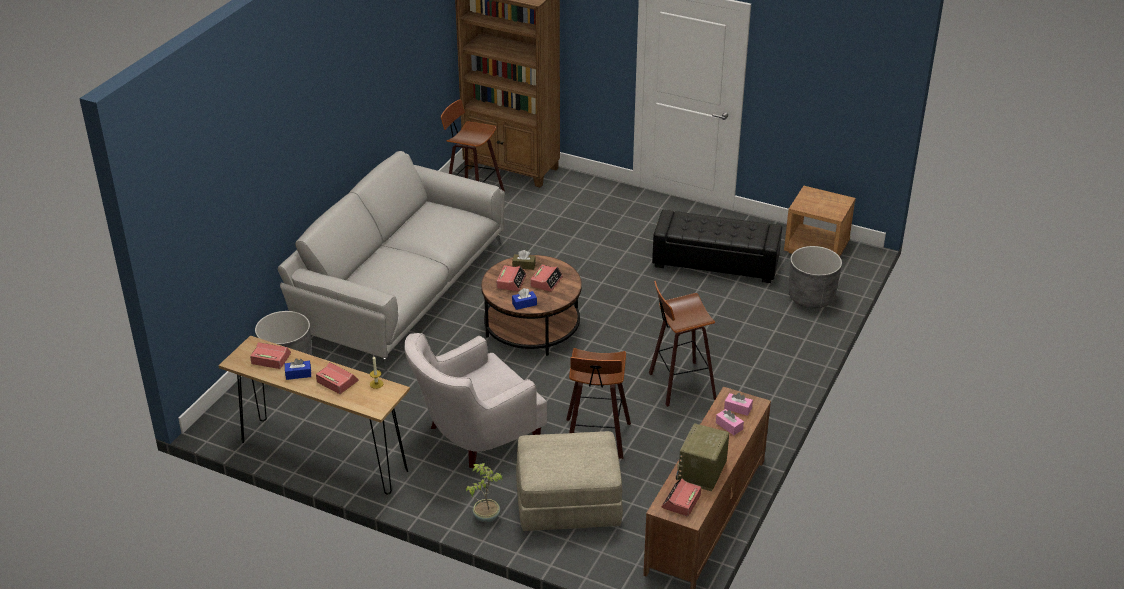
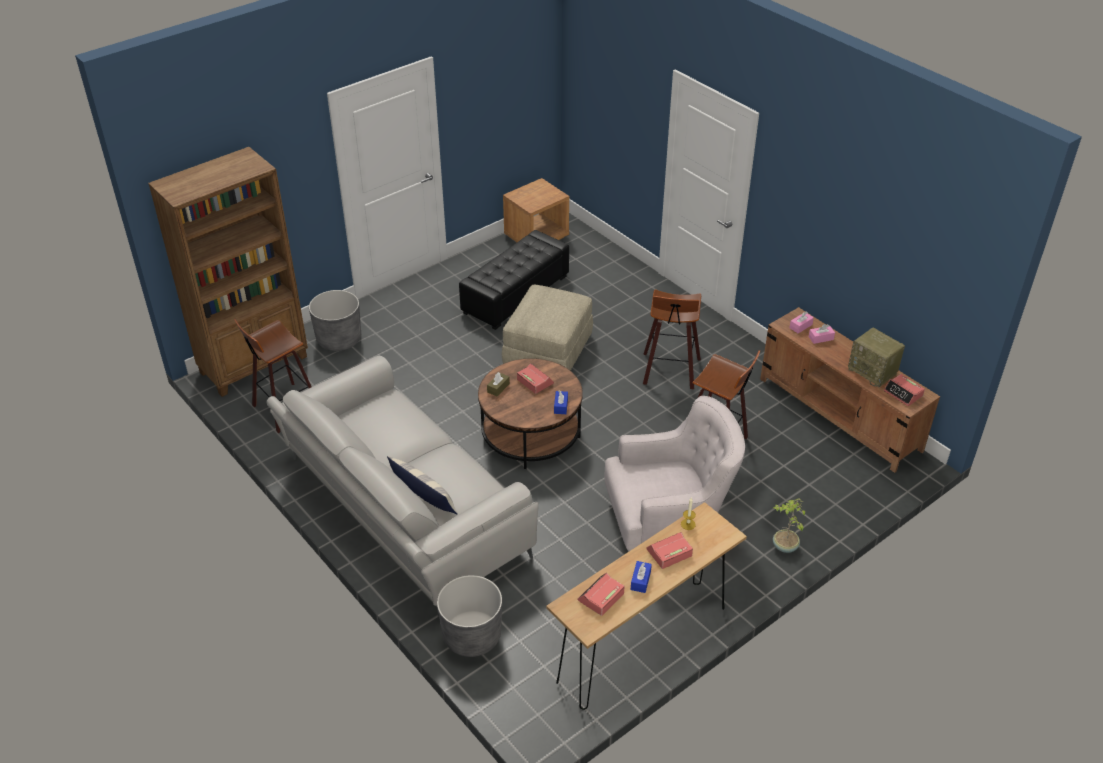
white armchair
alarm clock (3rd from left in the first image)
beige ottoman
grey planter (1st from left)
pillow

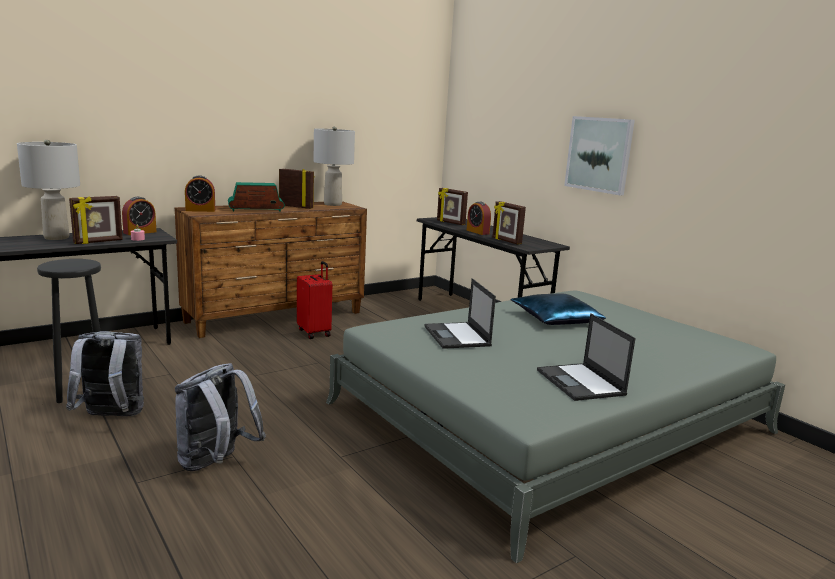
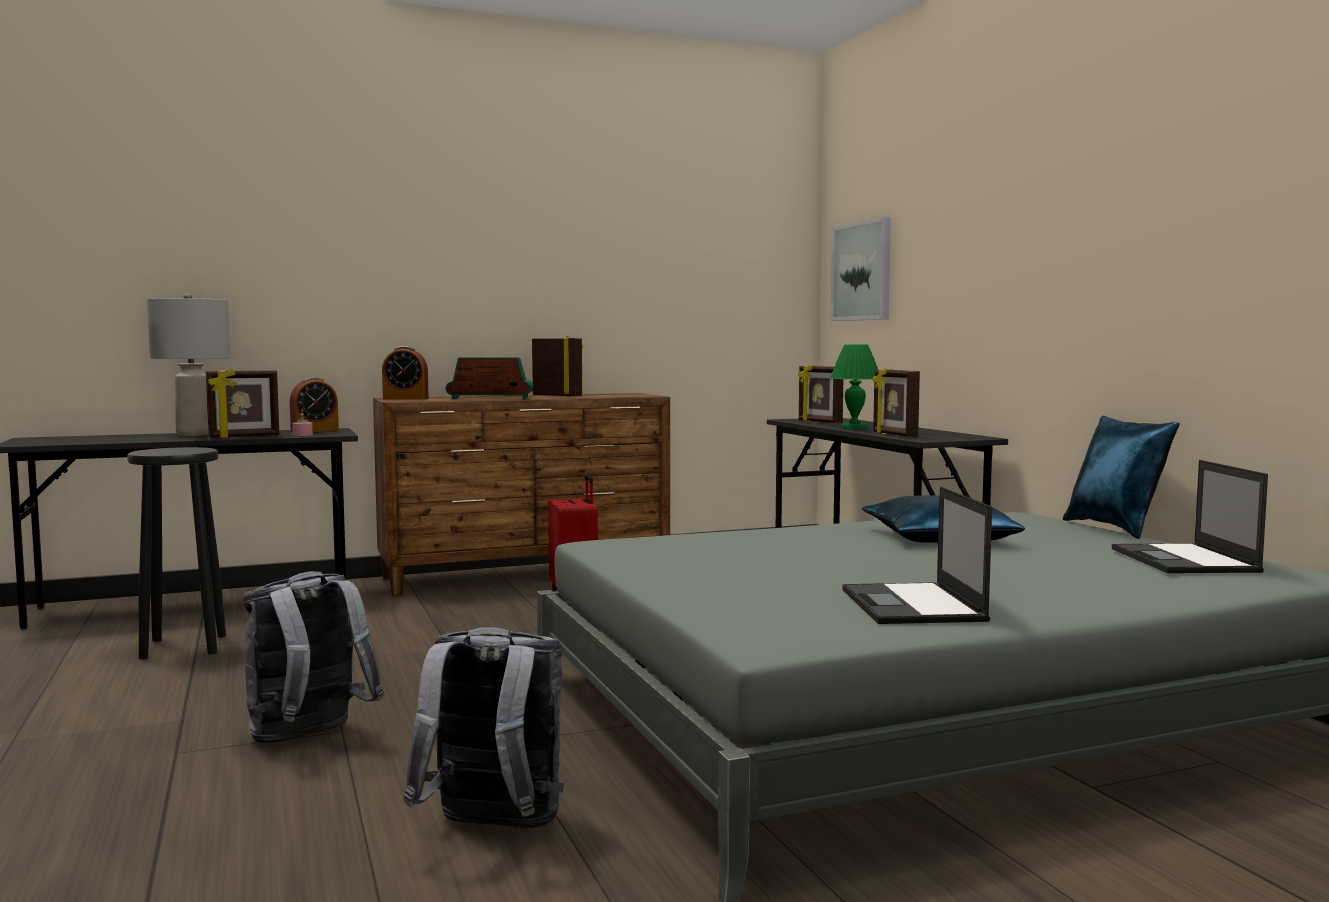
grey backpack (2nd from left)
grey table lamp (2nd from left in the first image)
laptop (2nd from left)
green table lamp
picture
blue pillow (2nd from left)

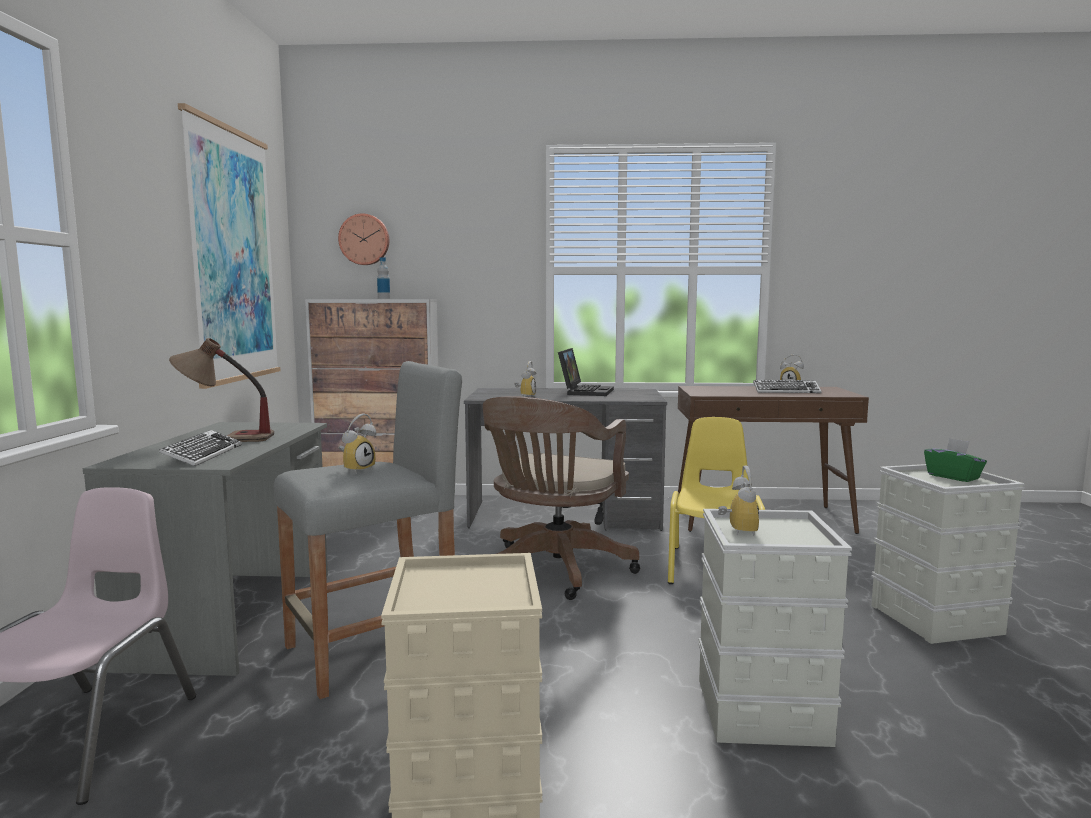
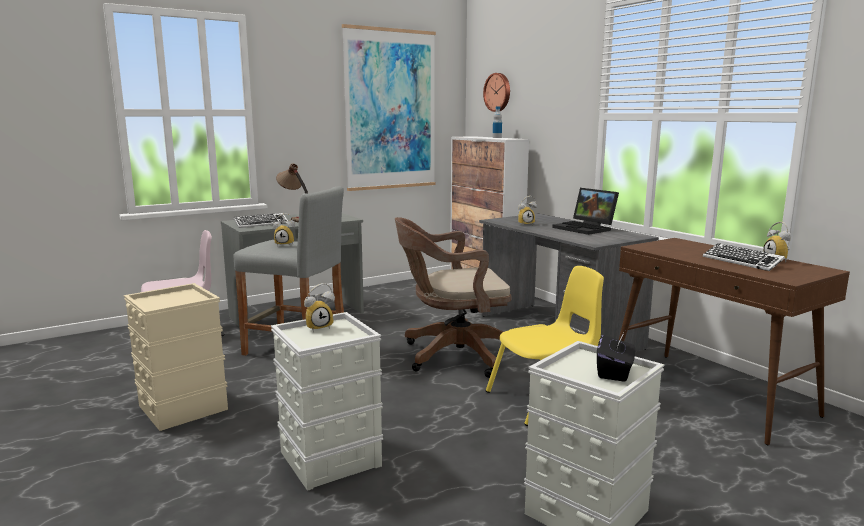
laptop
black tissue box

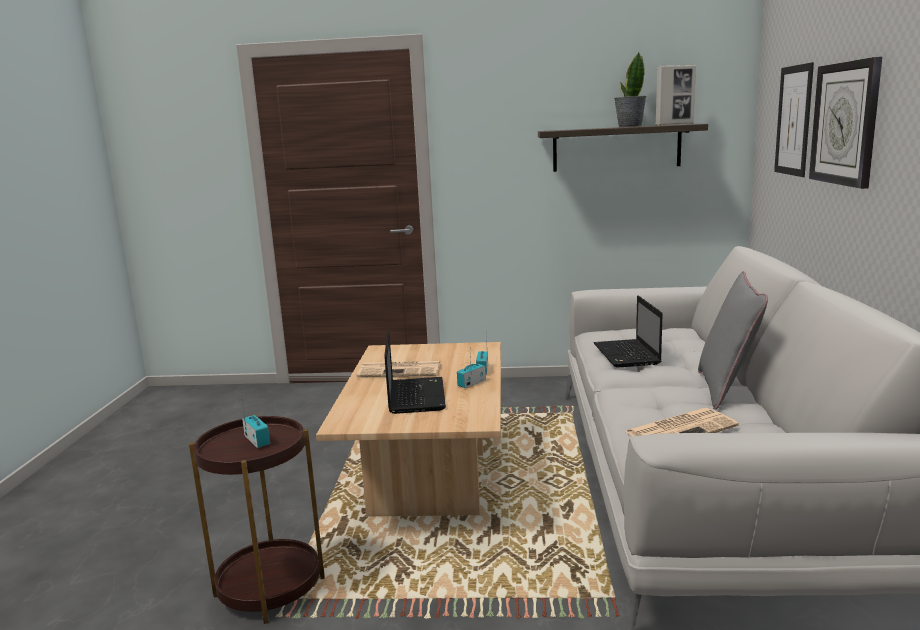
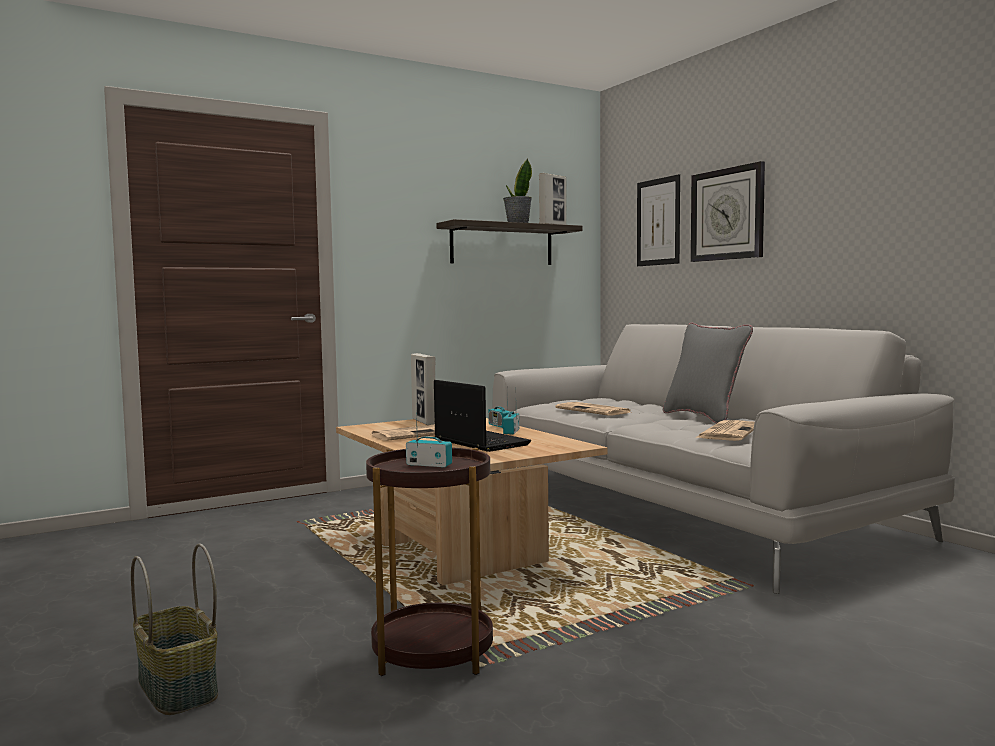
newspaper (2nd from left)
basket
picture frame (1st from left)

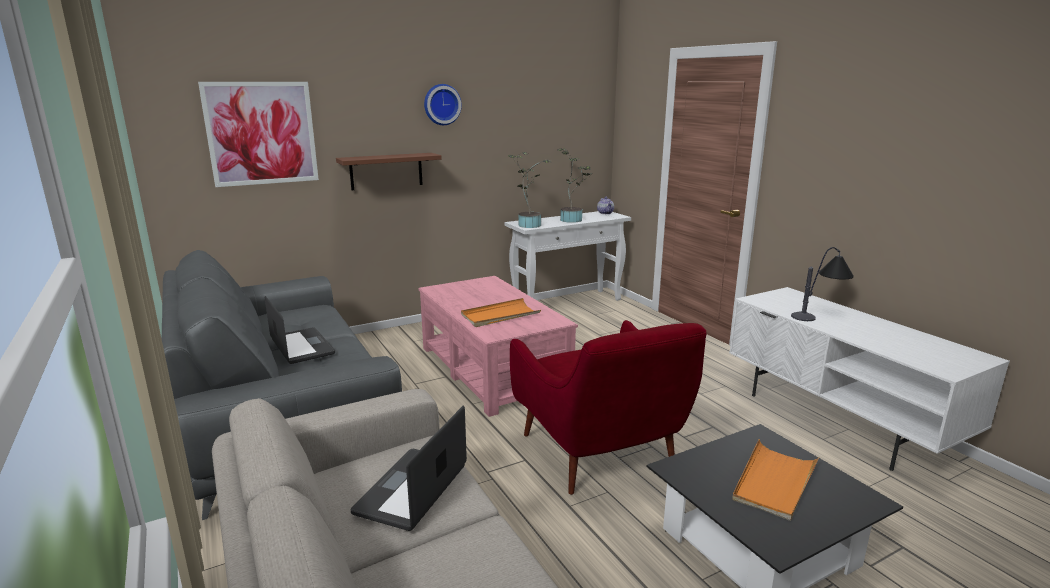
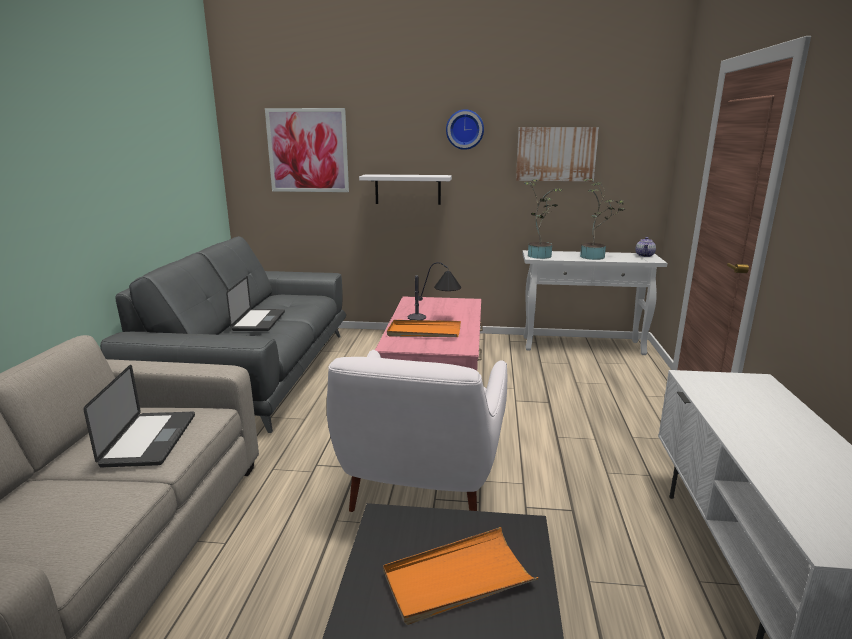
white shelf
laptop (1st from left)
white armchair
table lamp
picture (2nd from left)

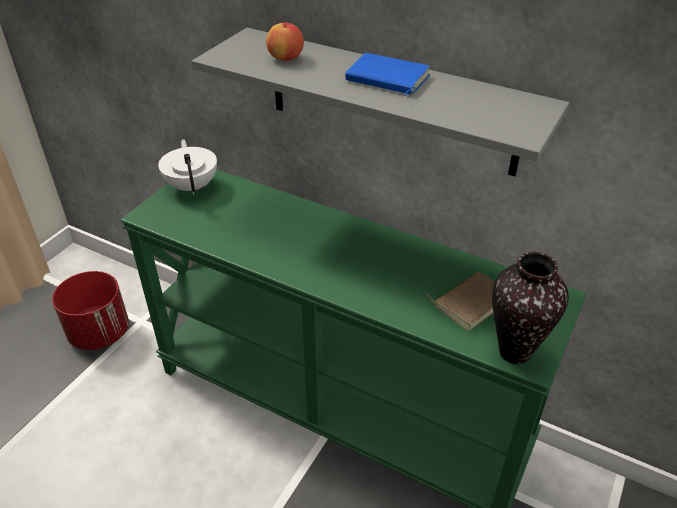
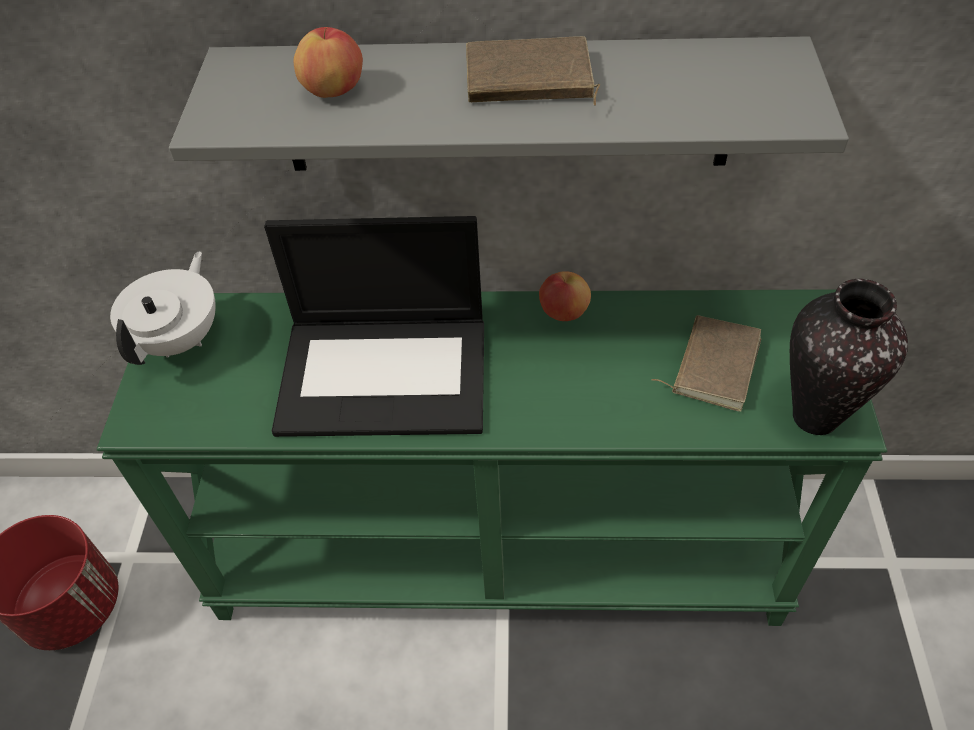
white teapot
brown book (1st from left)
laptop
apple (2nd from left)

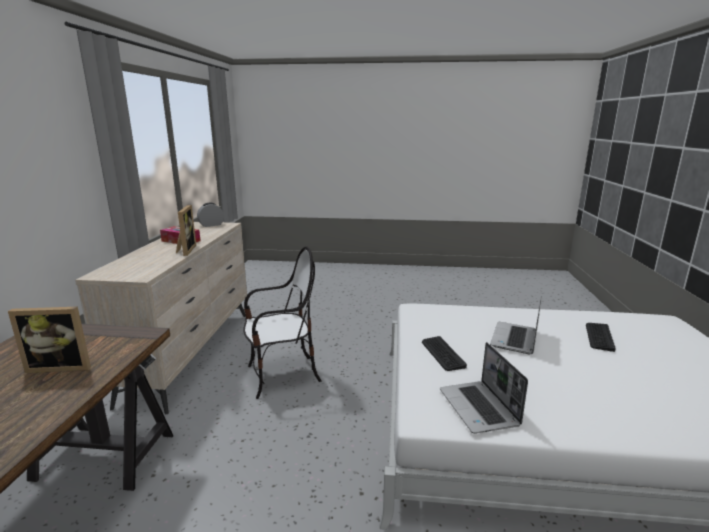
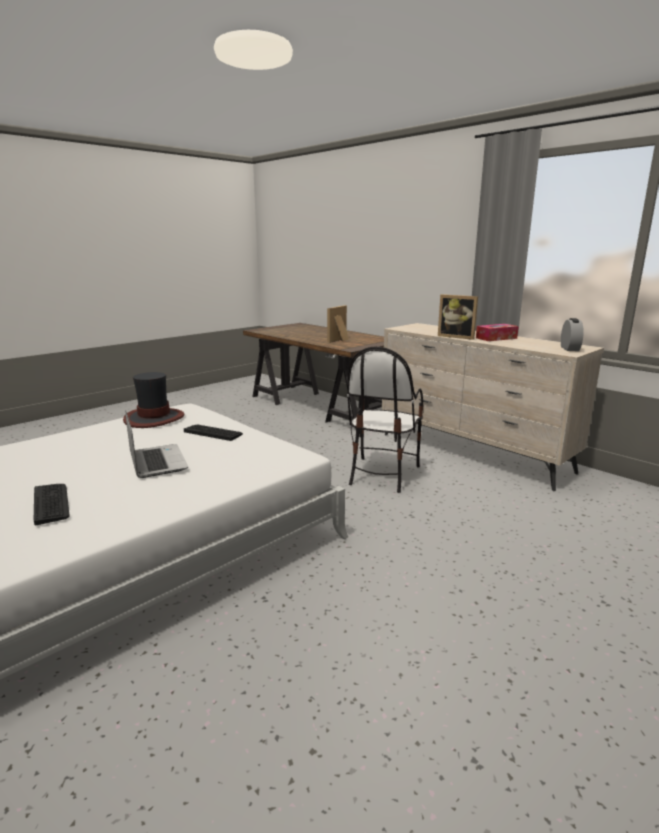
hat

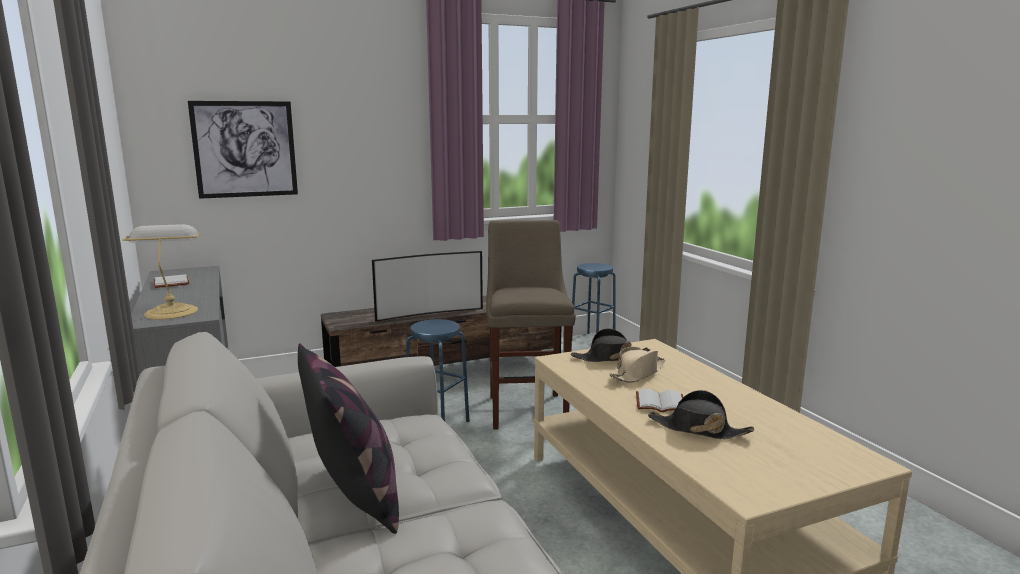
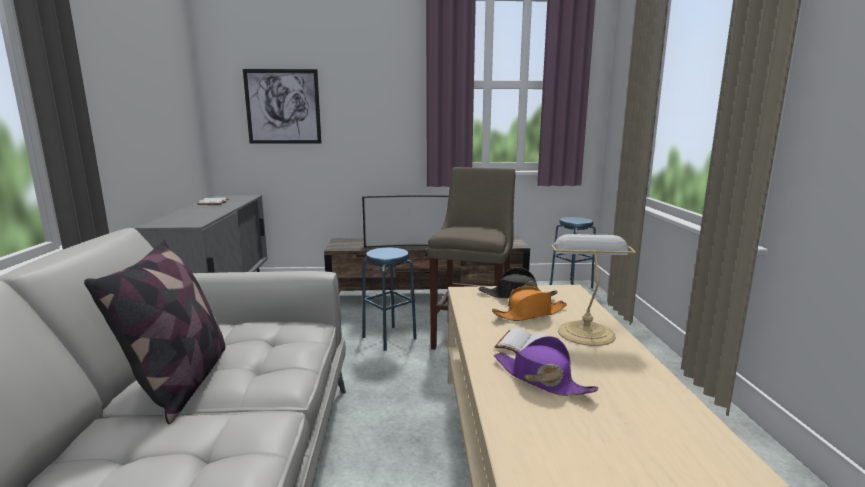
table lamp
orange hat
purple hat

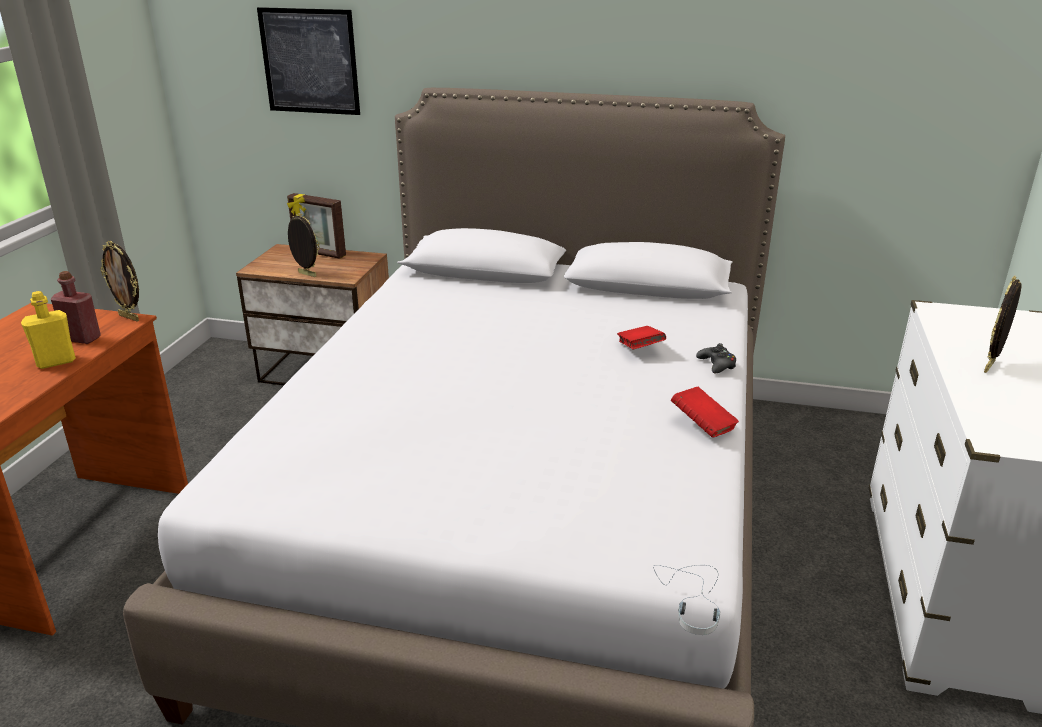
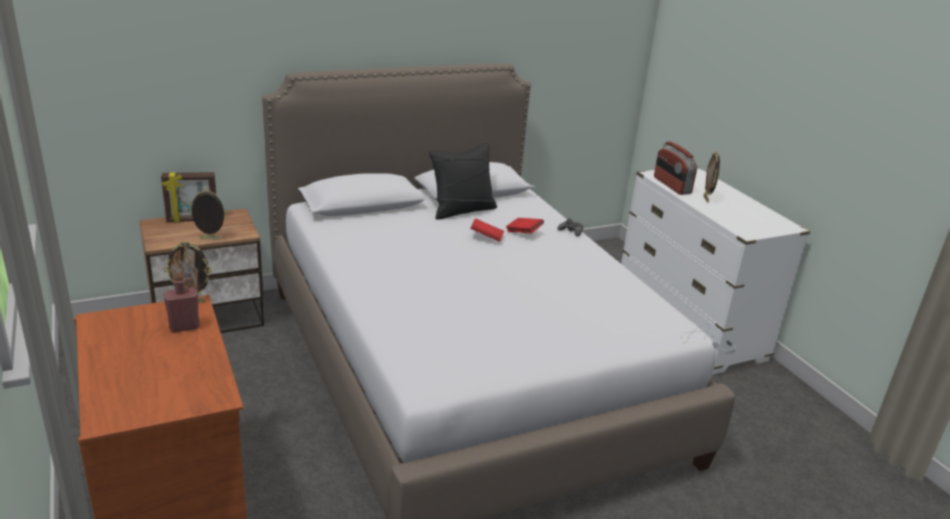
yellow bottle
picture
red book (1st from left)
black pillow
radio

